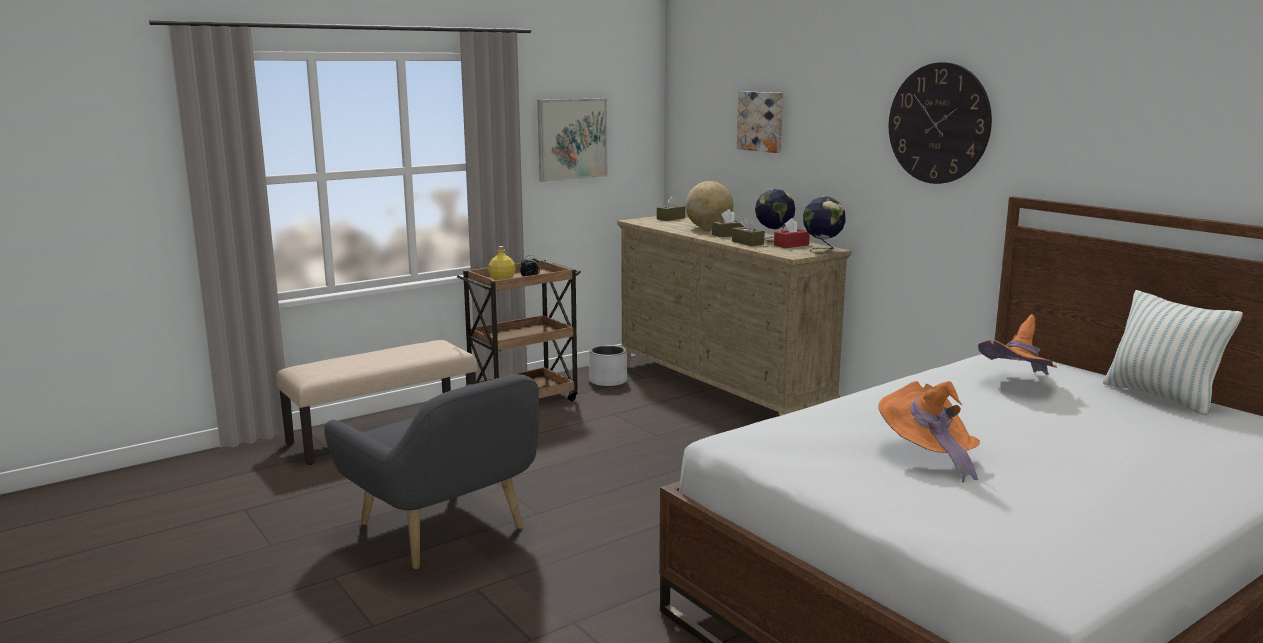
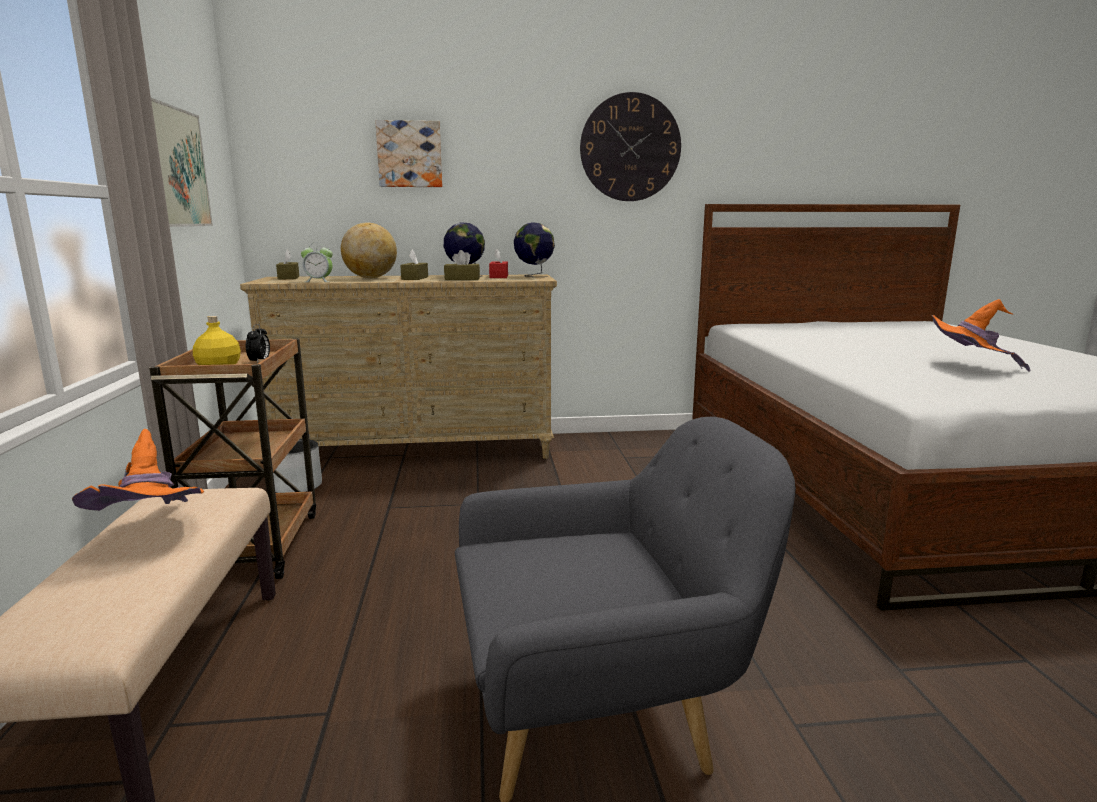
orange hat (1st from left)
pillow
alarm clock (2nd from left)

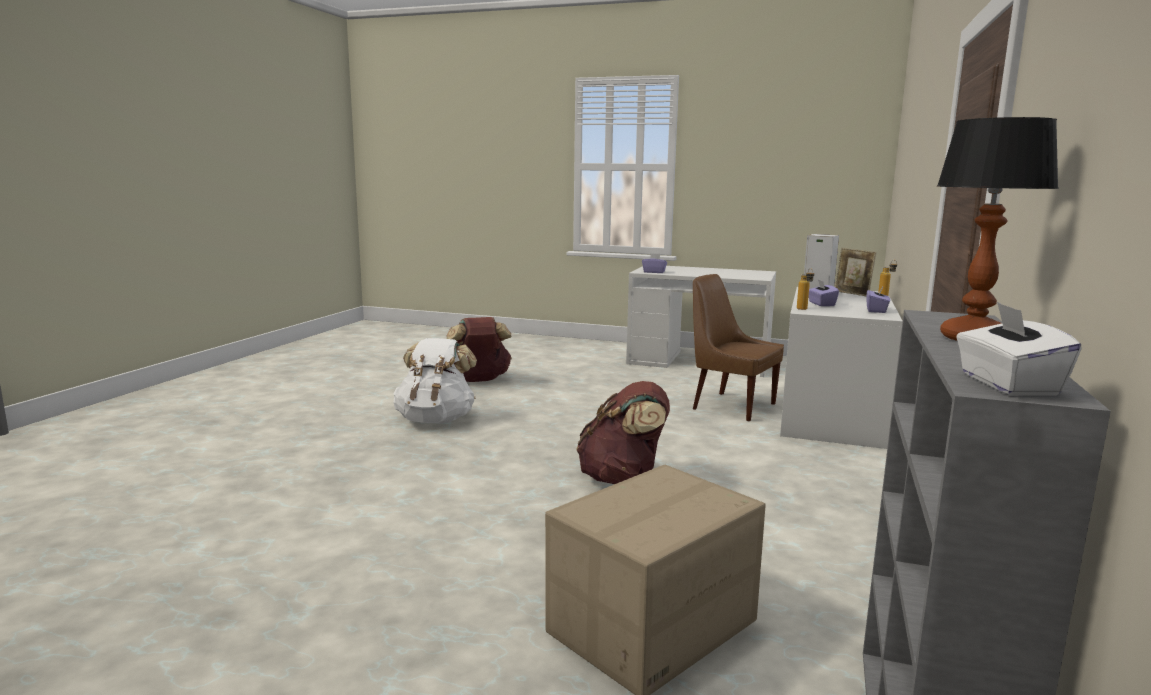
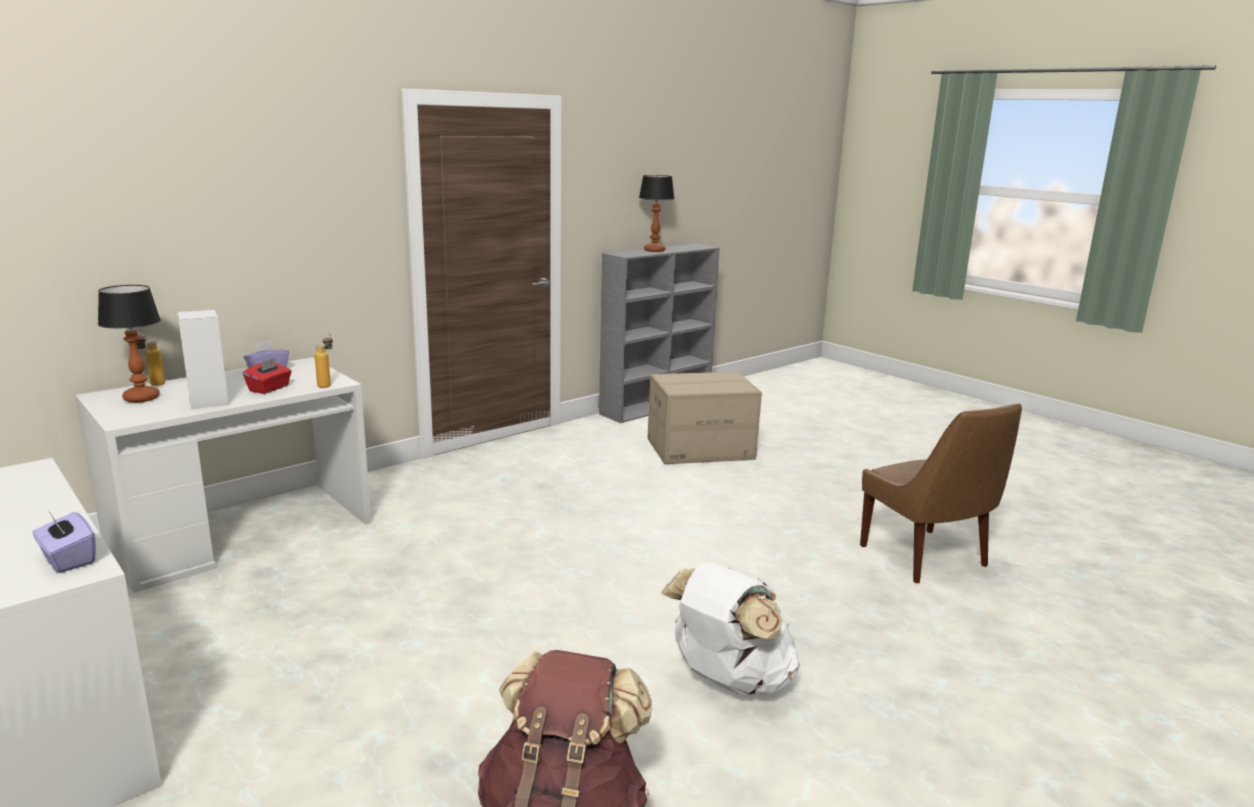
brown backpack (2nd from left in the first image)
brown chair
red tissue box
table lamp (1st from left)
white tissue box

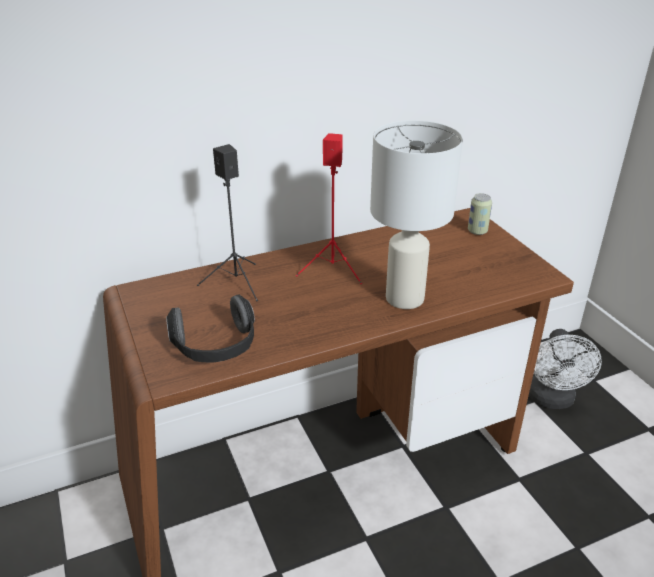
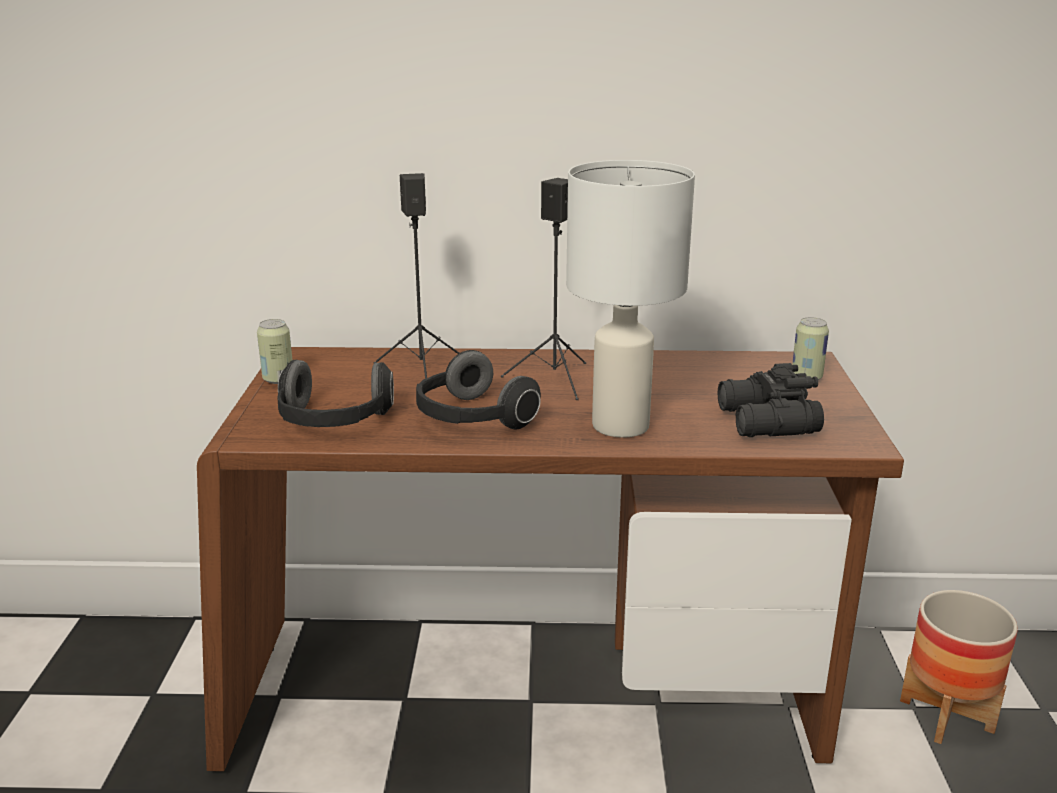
black speaker (2nd from left)
planter
can (1st from left)
headphones (2nd from left)
black binoculars

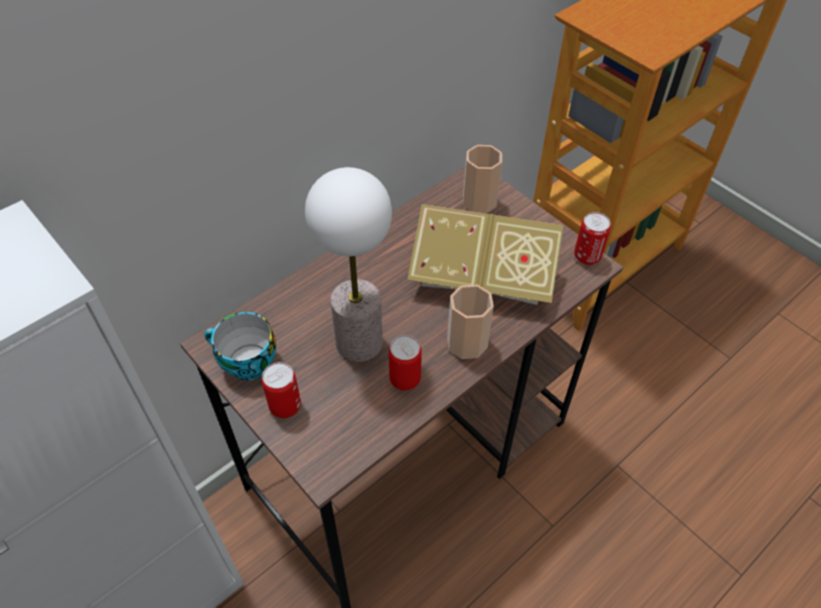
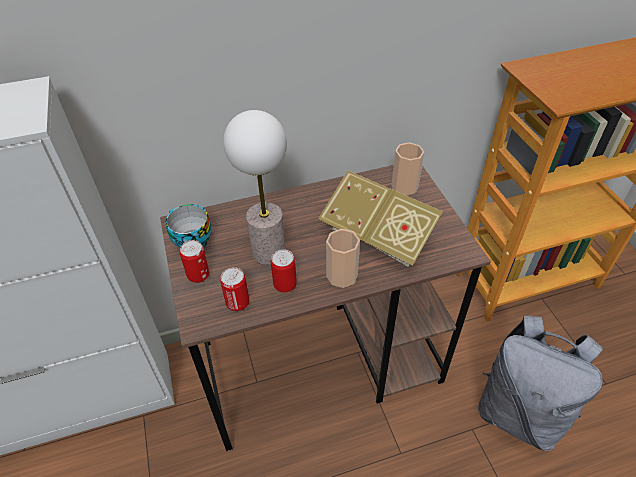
can (2nd from left)
grey backpack

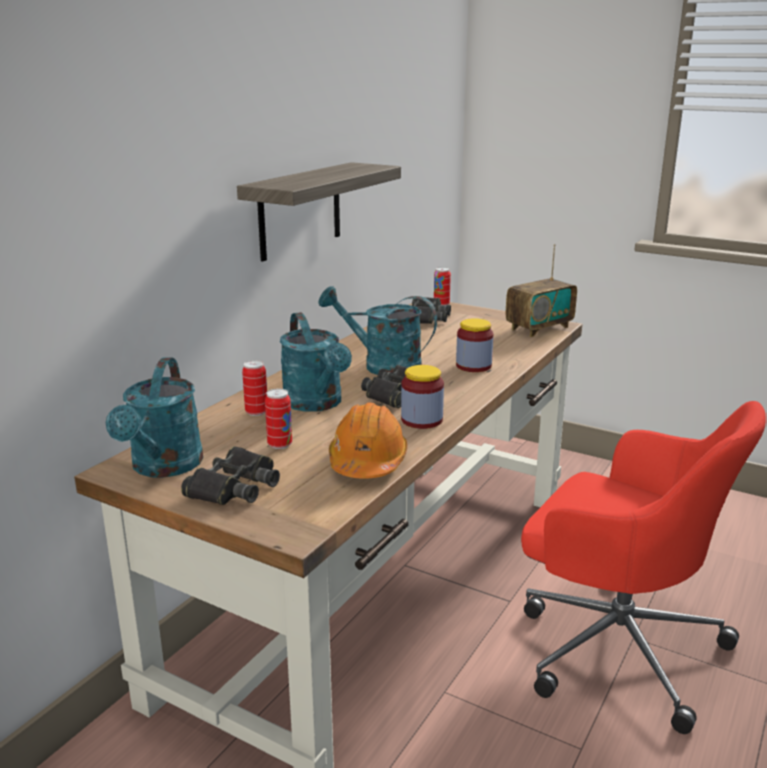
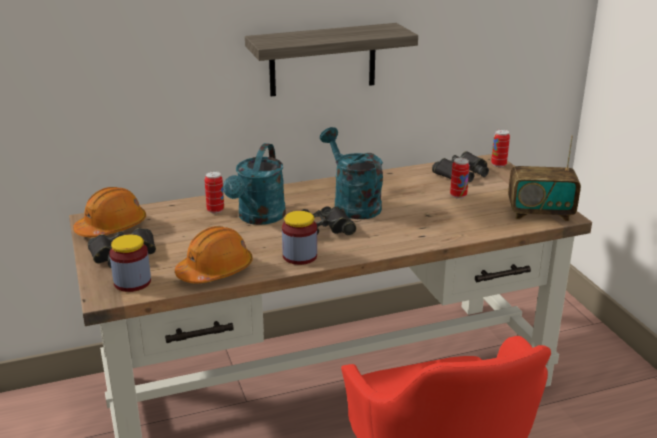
orange hard hat (1st from left)
can (2nd from left)
jar (1st from left)

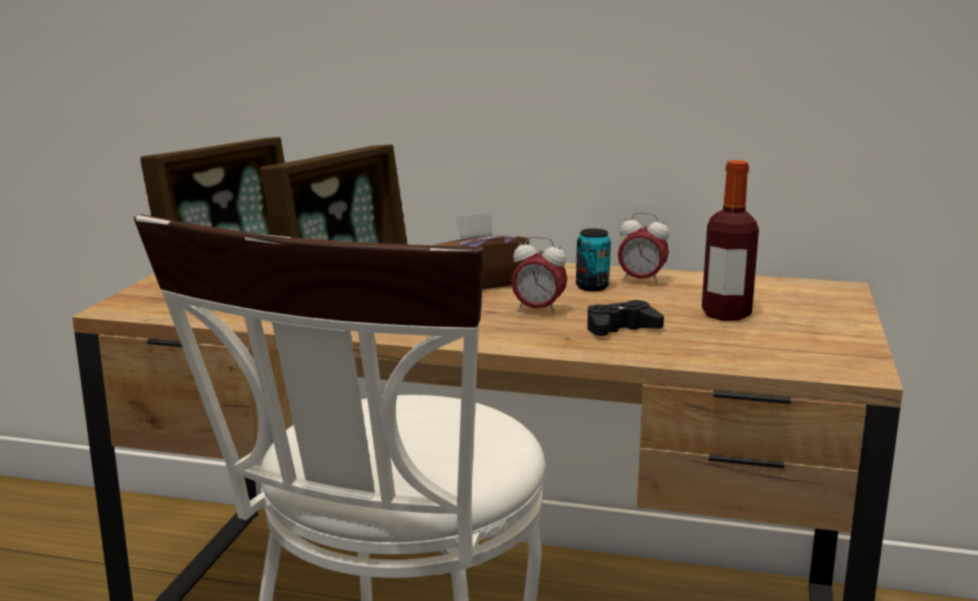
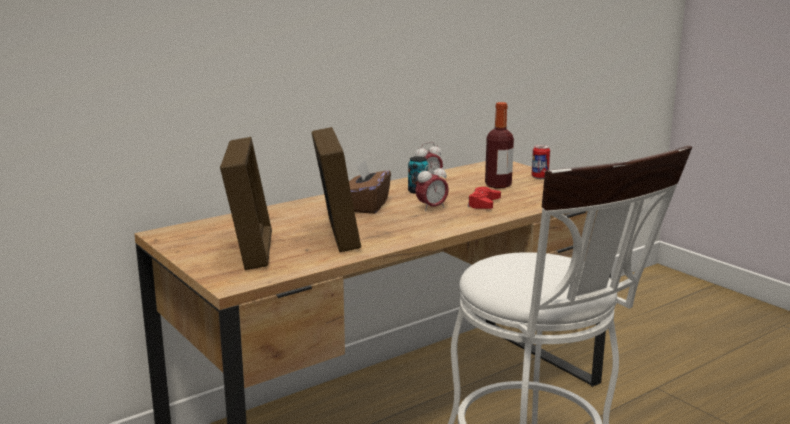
red game controller
can (2nd from left)

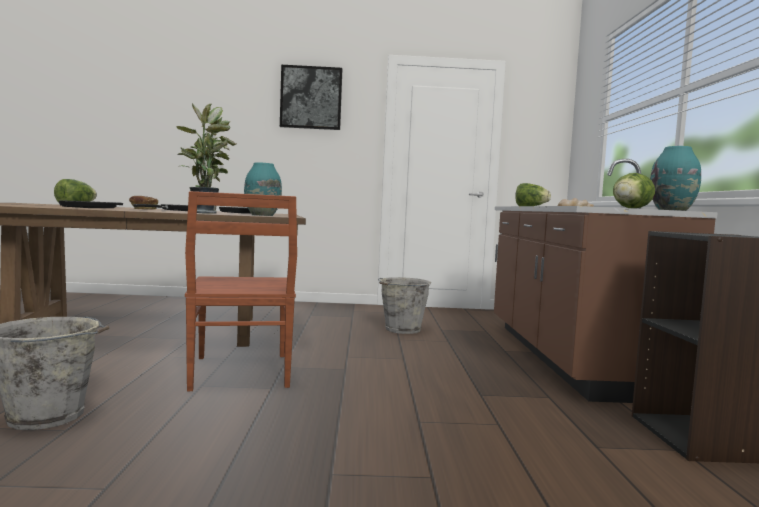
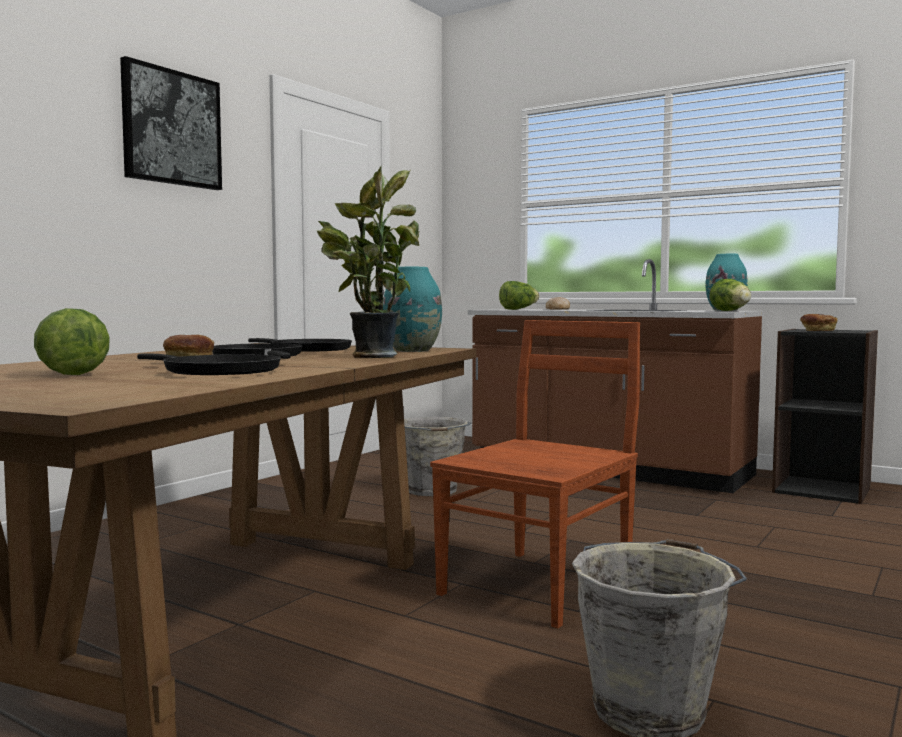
brown chair
bread (3rd from left)

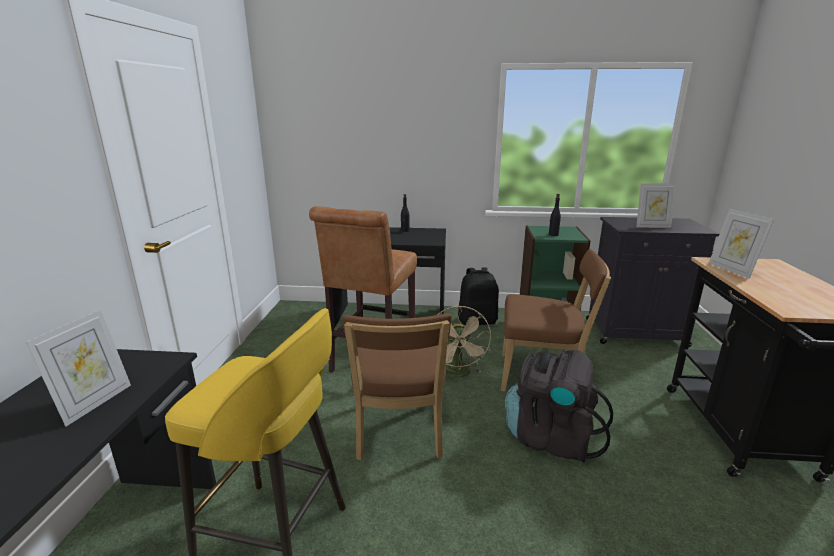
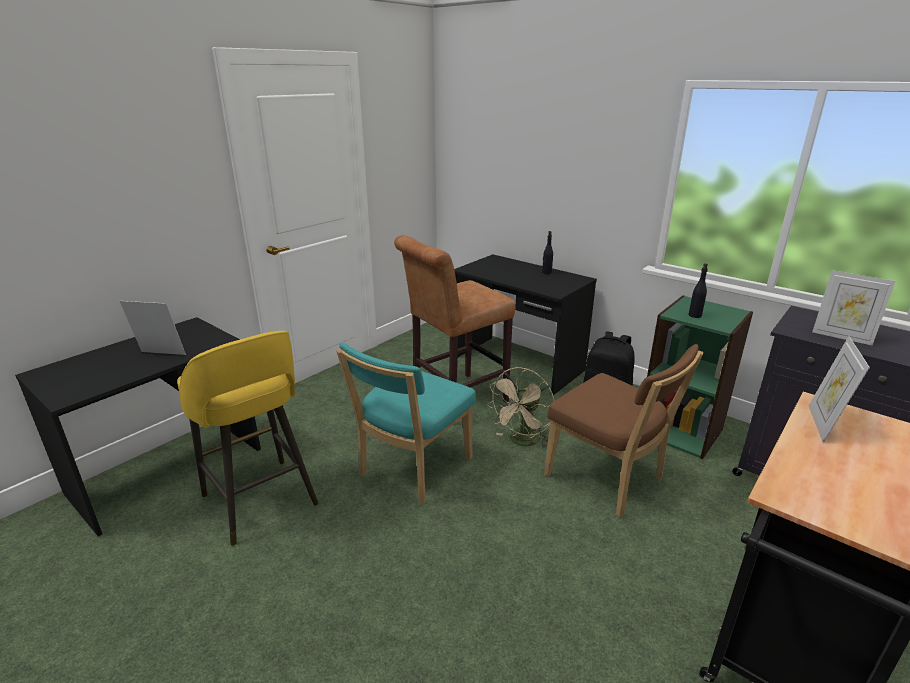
picture frame (1st from left)
turquoise chair
black backpack (2nd from left in the first image)

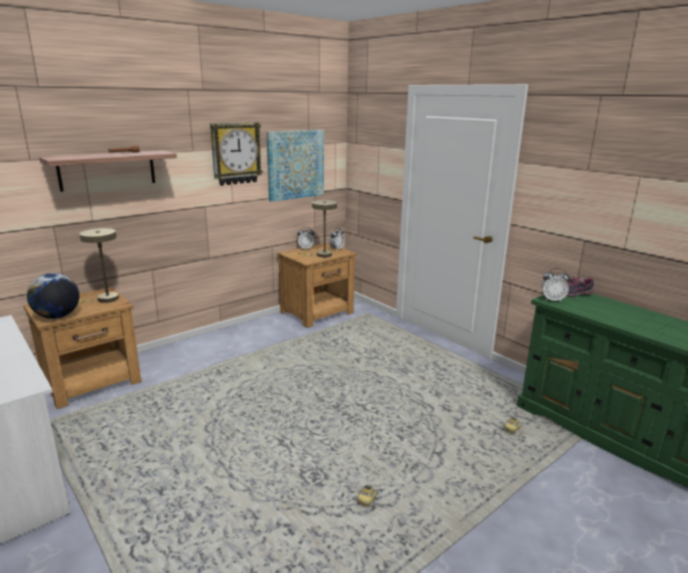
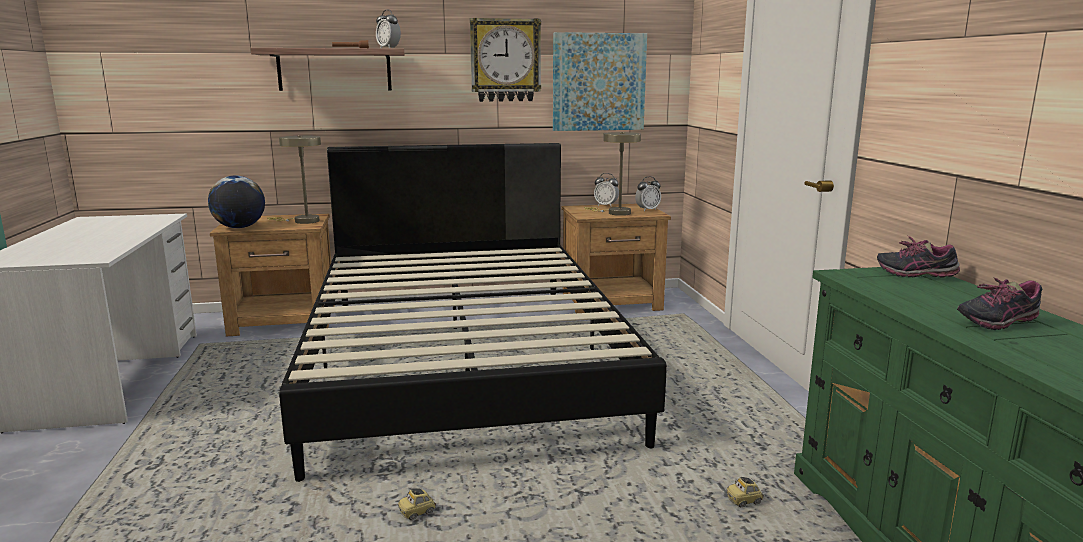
alarm clock (1st from left)
black bed
shoe (2nd from left)

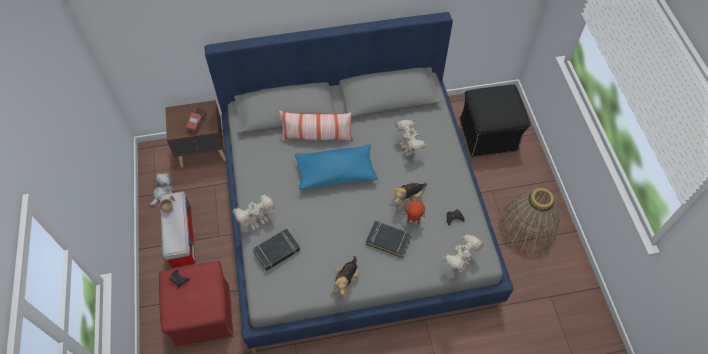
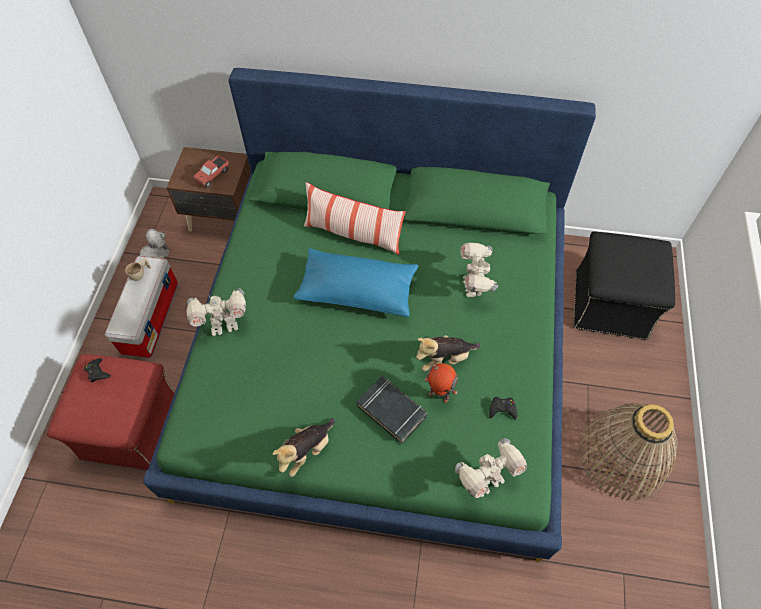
green bed
black book (1st from left in the first image)

